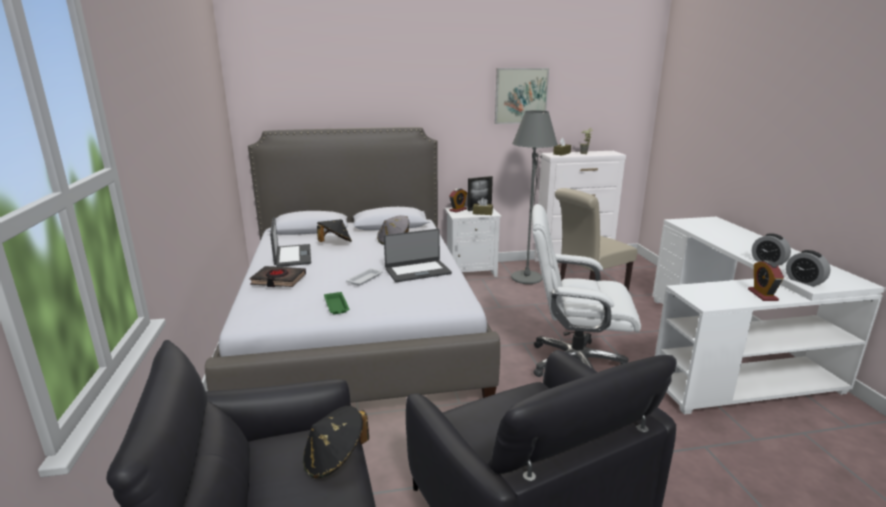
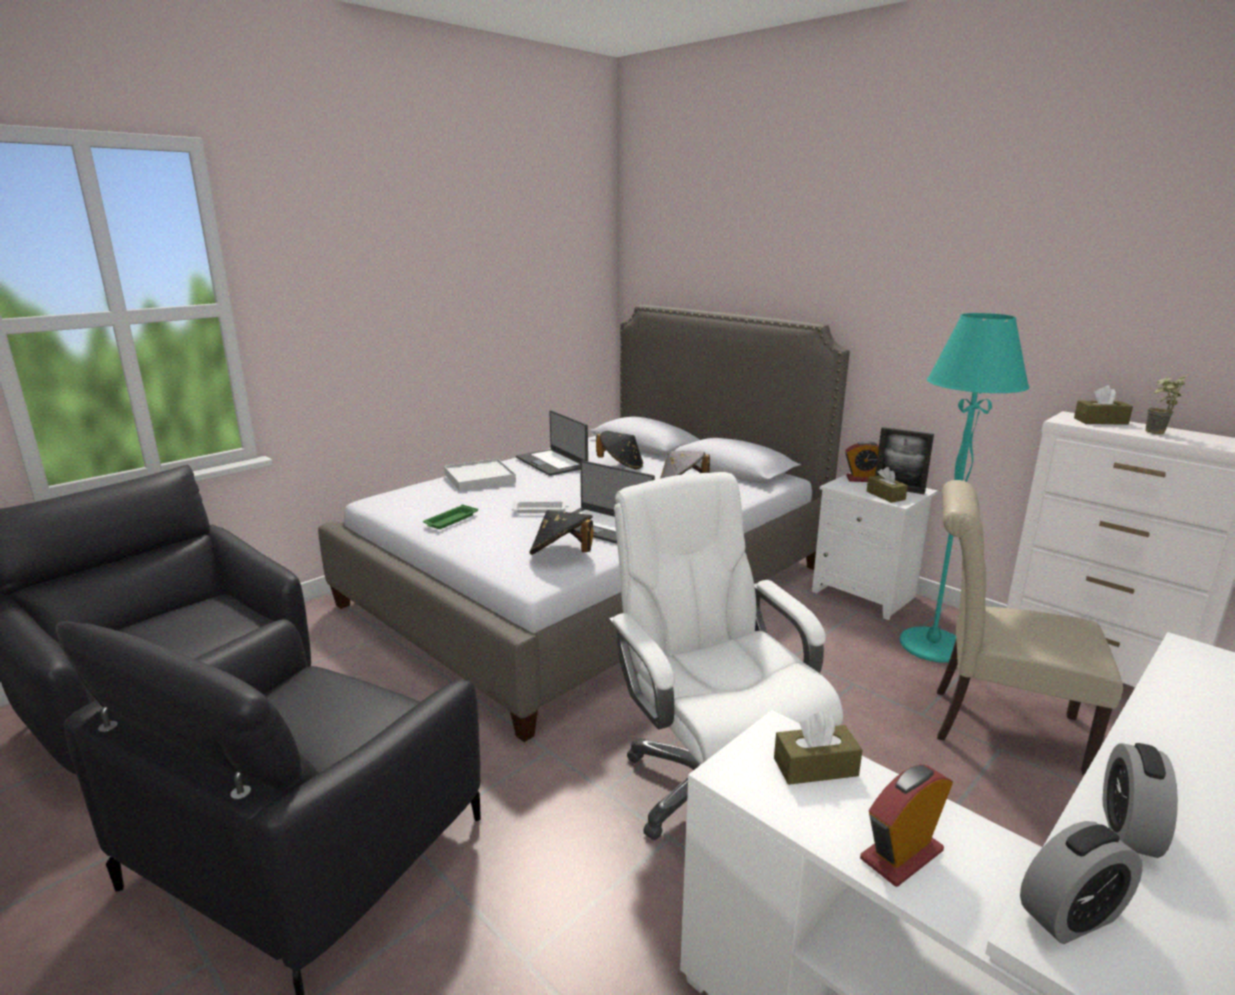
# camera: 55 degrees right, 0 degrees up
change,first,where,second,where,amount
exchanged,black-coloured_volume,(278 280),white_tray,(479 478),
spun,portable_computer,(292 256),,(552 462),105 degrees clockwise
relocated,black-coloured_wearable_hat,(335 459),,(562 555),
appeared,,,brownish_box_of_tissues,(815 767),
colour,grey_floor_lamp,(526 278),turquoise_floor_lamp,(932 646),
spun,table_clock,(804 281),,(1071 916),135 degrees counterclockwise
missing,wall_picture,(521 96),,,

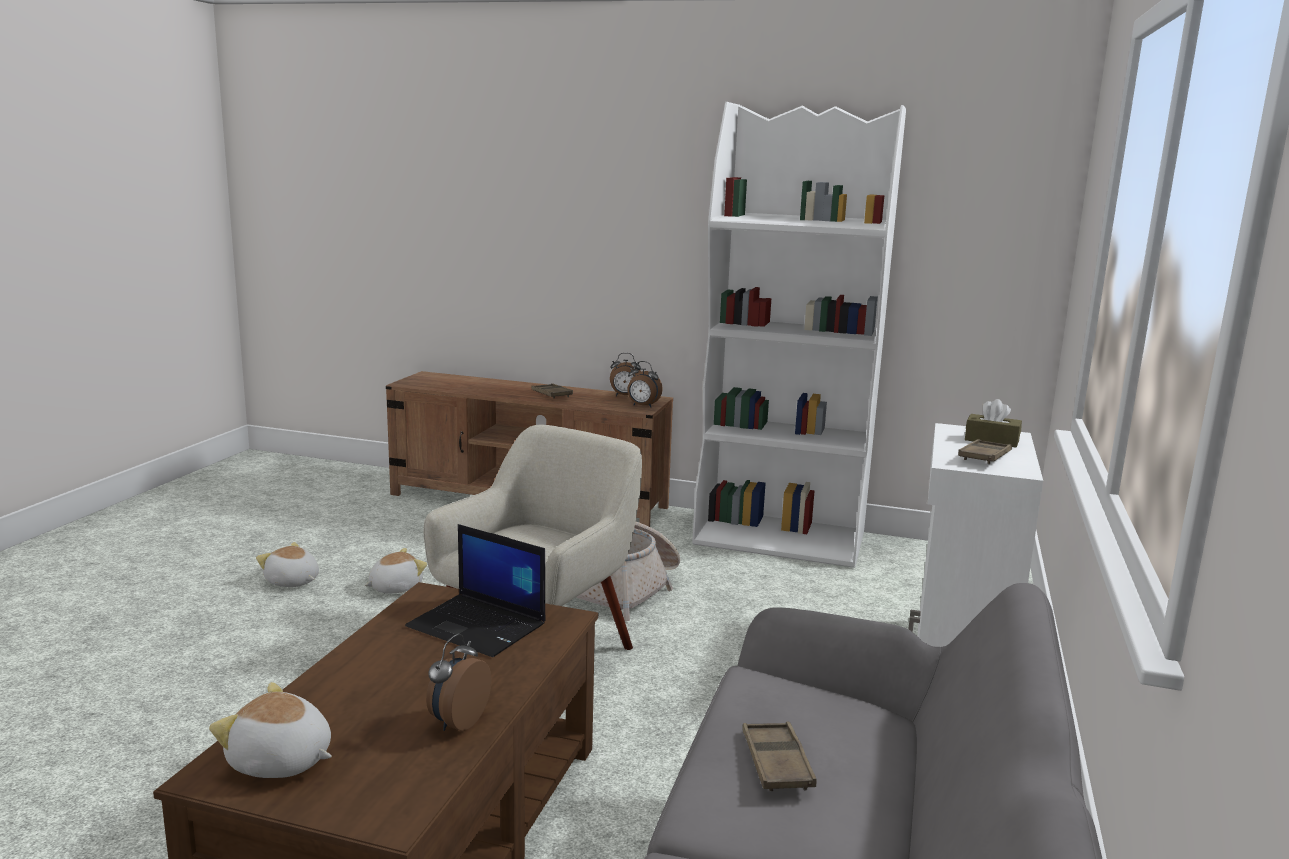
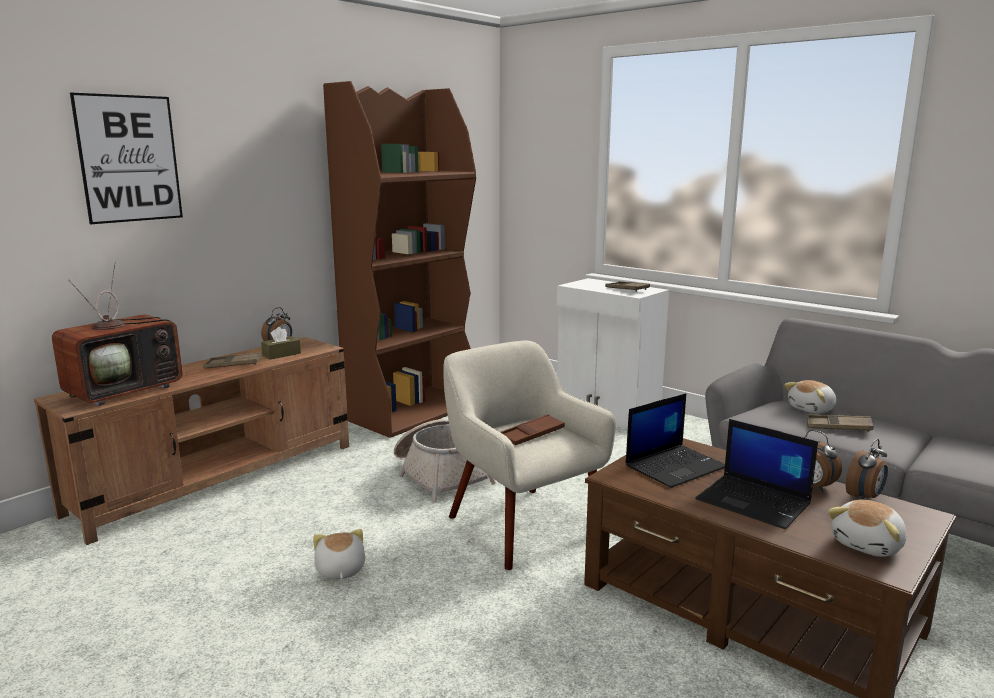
# camera: 65 degrees left, 0 degrees up
change,first,where,second,where,amount
appeared,,,TV,(126 390),
appeared,,,wall_picture,(129 159),
relocated,brownish_box_of_tissues,(991 440),,(281 354),
colour,white_shelving_unit,(781 539),brownish_shelving_unit,(412 411),
appeared,,,brownish_tray,(532 434),
appeared,,,portable_computer,(754 502),
relocated,cuddly_toy,(292 582),,(812 409),
relocated,table_clock,(642 406),,(864 497),

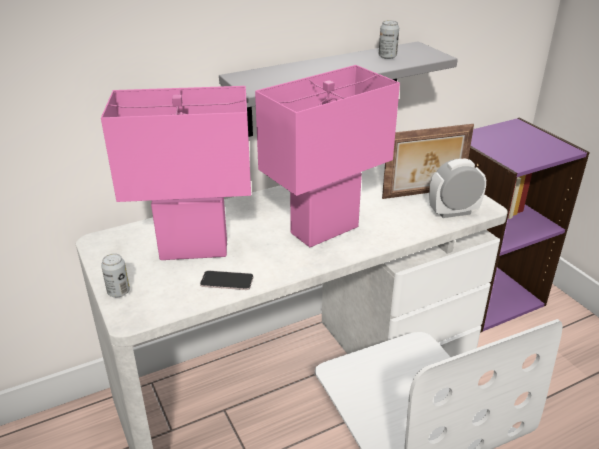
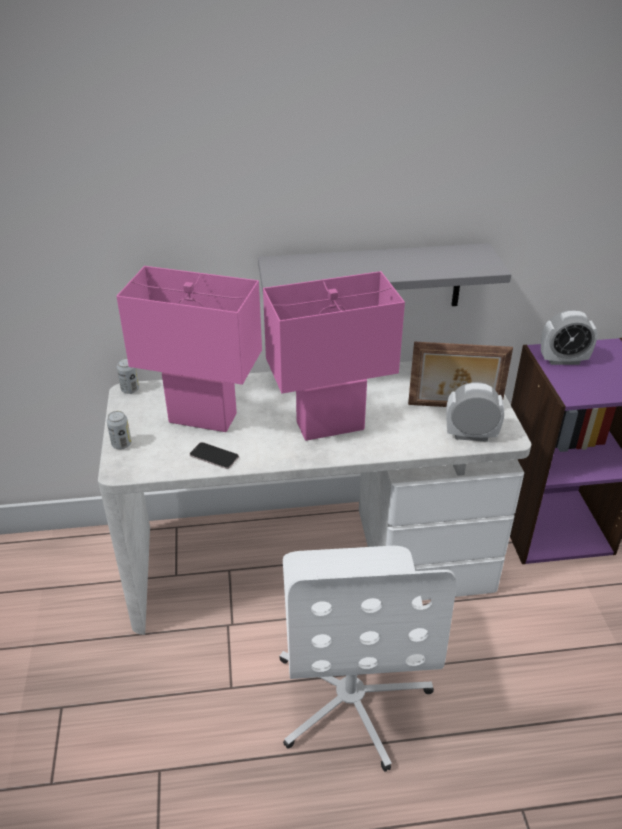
# camera: 20 degrees right, 5 degrees up
change,first,where,second,where,amount
relocated,metal_can,(387 56),,(130 389),
appeared,,,table_clock,(563 360),

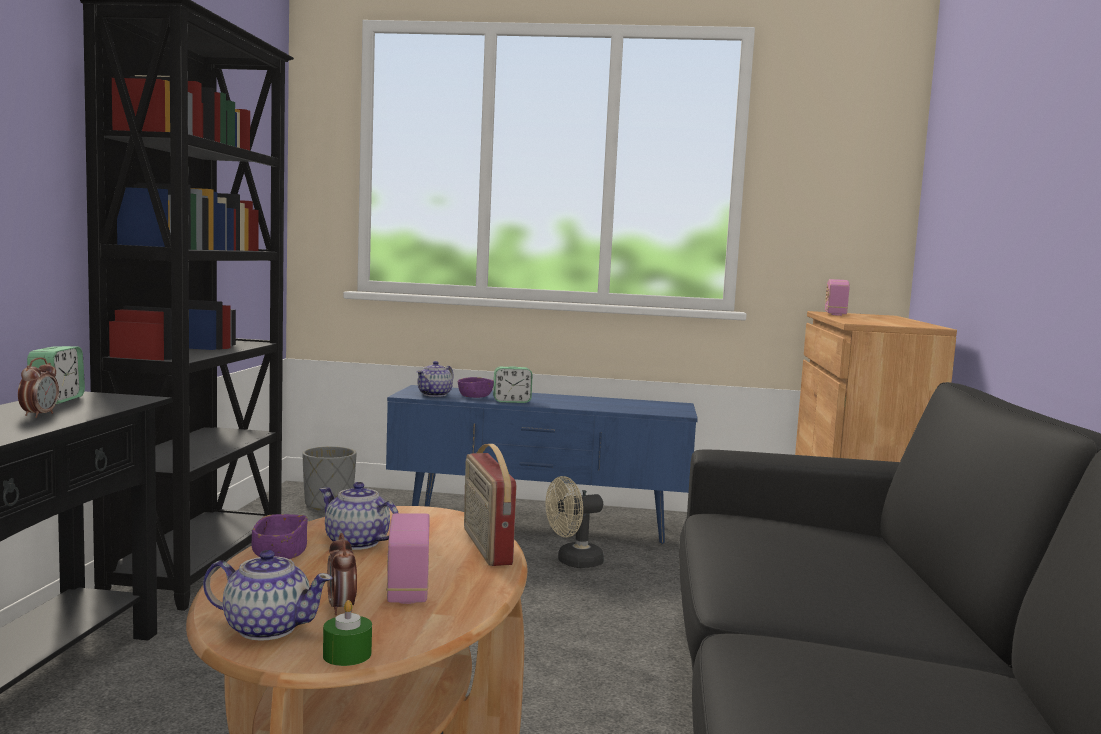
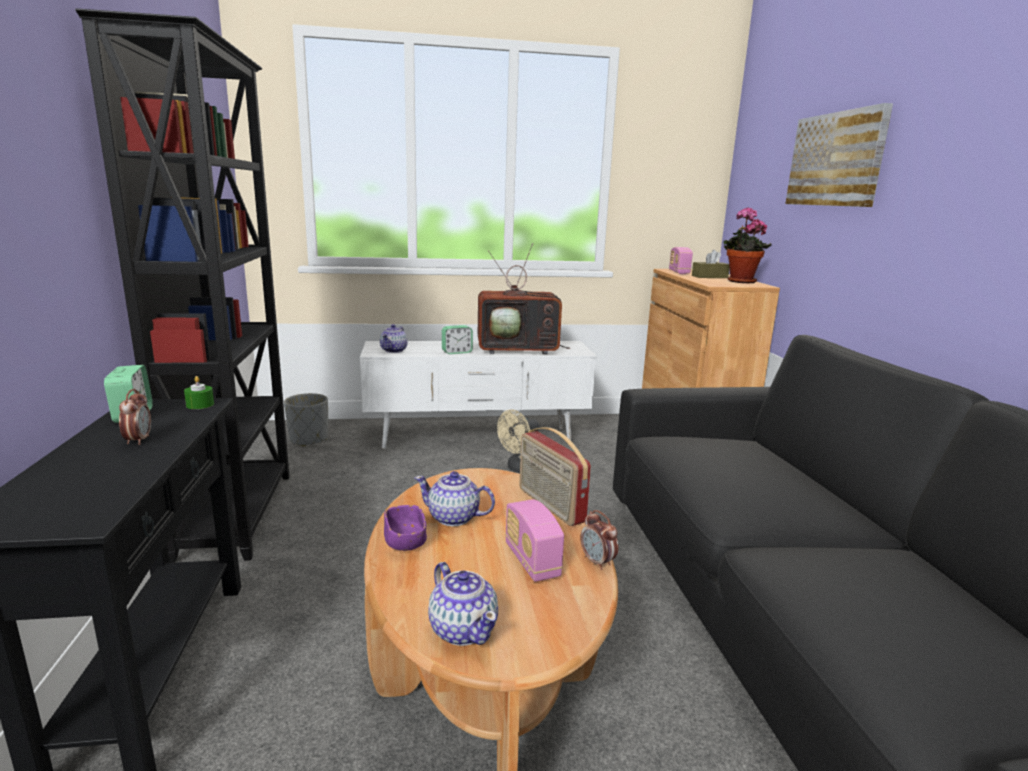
# camera: 15 degrees left, 10 degrees up
change,first,where,second,where,amount
relocated,green_wax_candle,(347 654),,(200 405),
colour,blue_tv_unit,(538 525),white_tv_unit,(477 438),
spun,teapot,(266 628),,(463 629),60 degrees clockwise
appeared,,,TV,(519 349),
relocated,table_clock,(341 608),,(597 562),
appeared,,,brownish_box_of_tissues,(709 277),
appeared,,,potted_plant,(739 282),
appeared,,,wall_picture,(836 160),
missing,purple-coloured_bowl,(475 397),,,

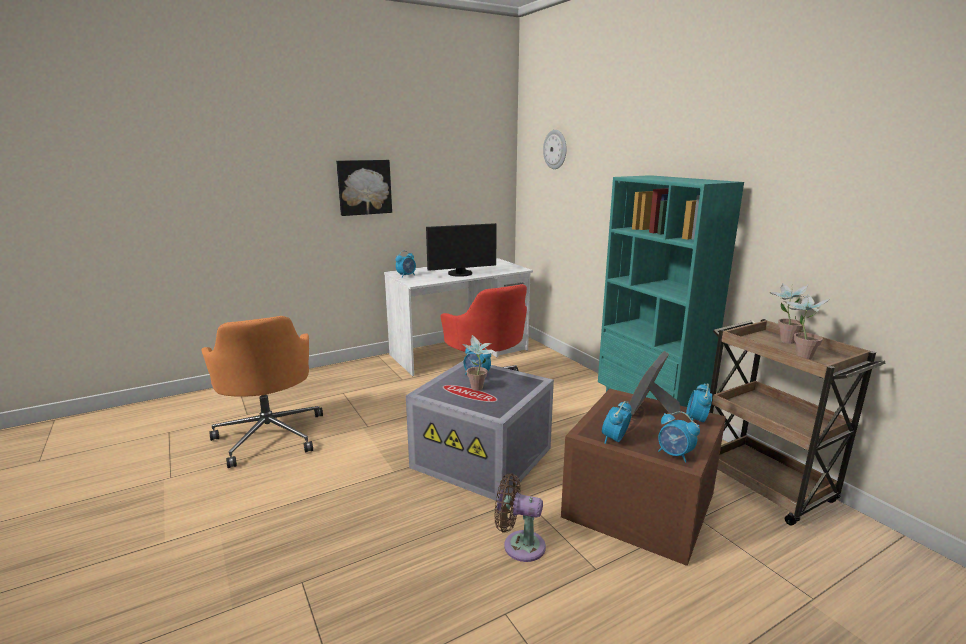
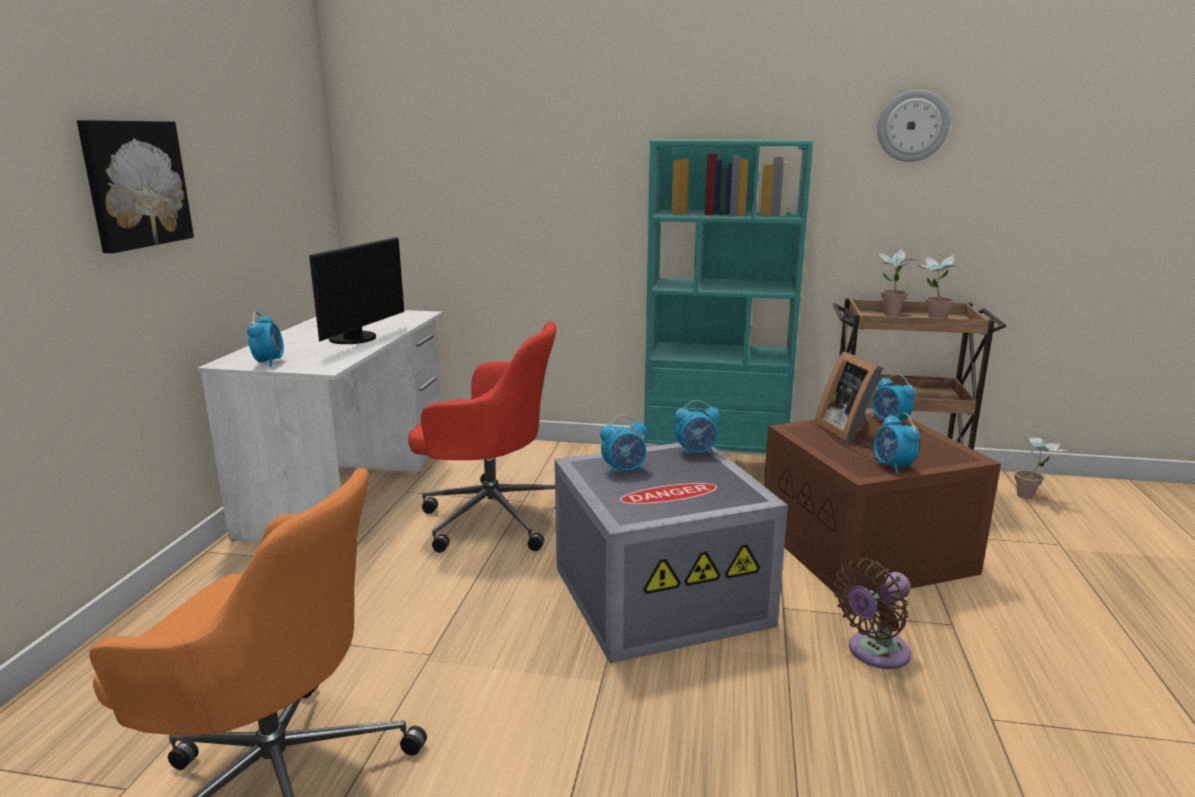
# camera: 50 degrees left, 0 degrees up
change,first,where,second,where,amount
relocated,table_clock,(675 455),,(696 453),
relocated,wall_clock,(555 149),,(912 126),
relocated,potted_plant,(478 390),,(1031 496),

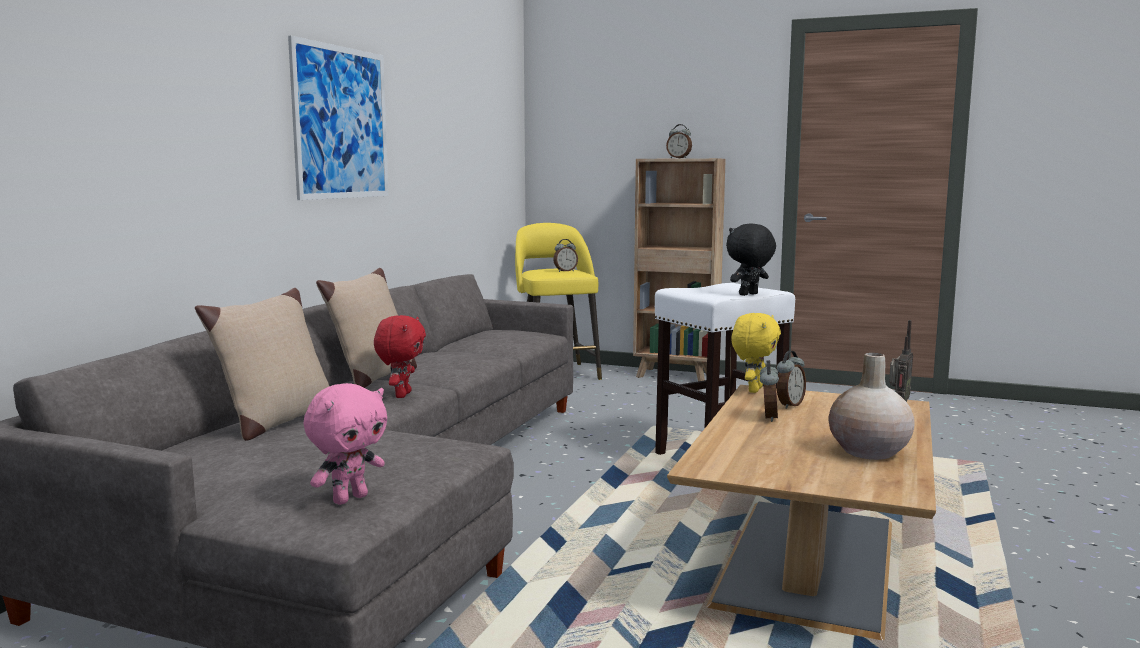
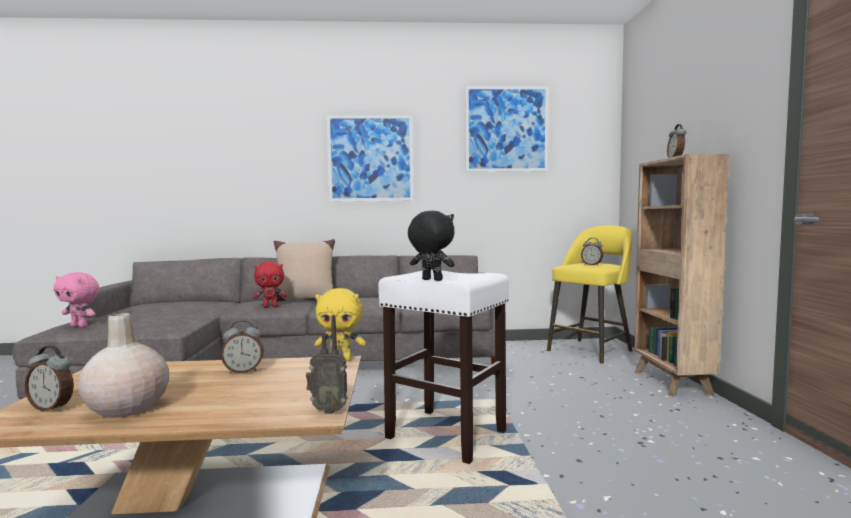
# camera: 65 degrees right, 5 degrees down
change,first,where,second,where,amount
relocated,table_clock,(789 405),,(52 408),
appeared,,,wall_picture,(506 129),
missing,beige-coloured_pillow,(277 423),,,

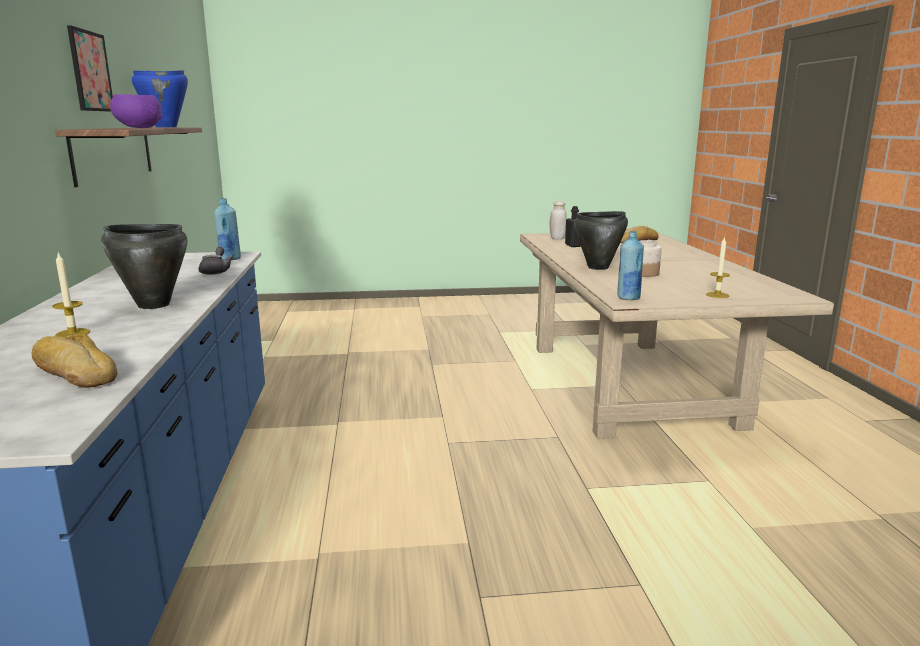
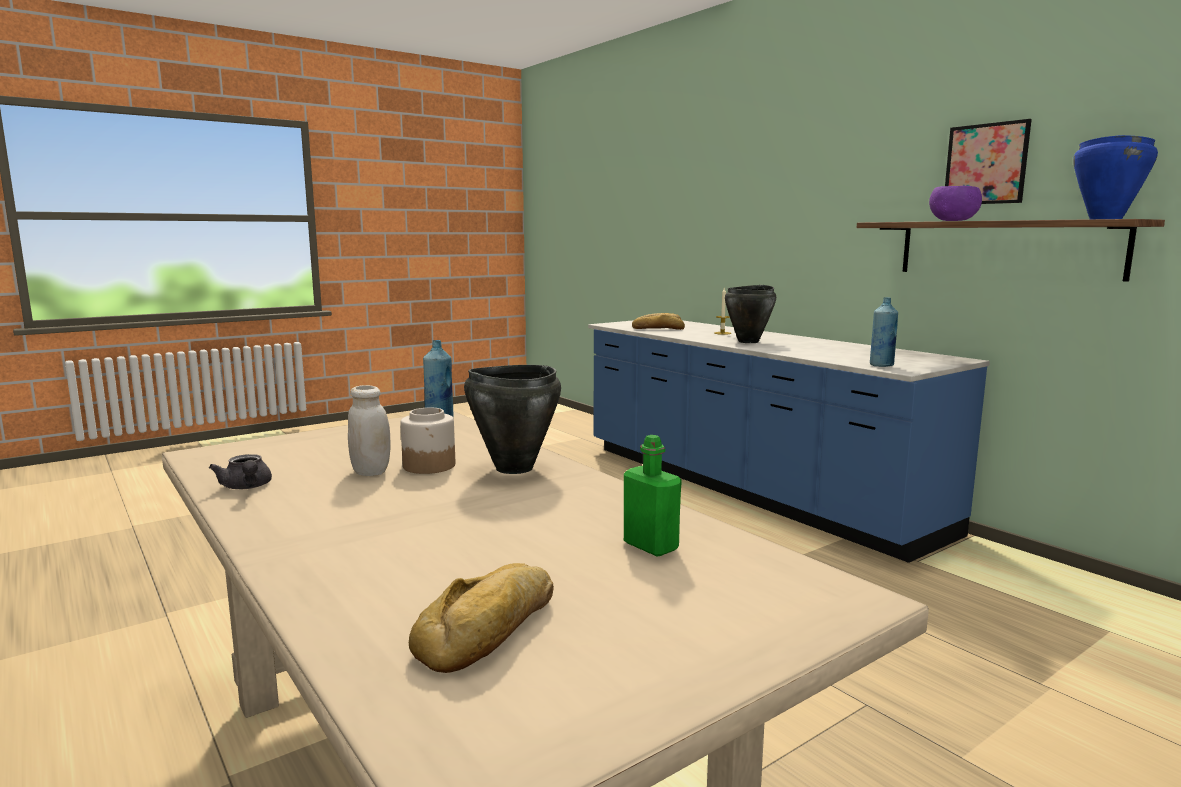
# camera: 150 degrees right, 5 degrees down
change,first,where,second,where,amount
relocated,grey_teapot,(216 271),,(246 487),
relocated,white_storage_jar,(557 238),,(371 472),
colour,black-coloured_bottle,(573 245),green_bottle,(651 546),
missing,wax_candle,(717 295),,,

